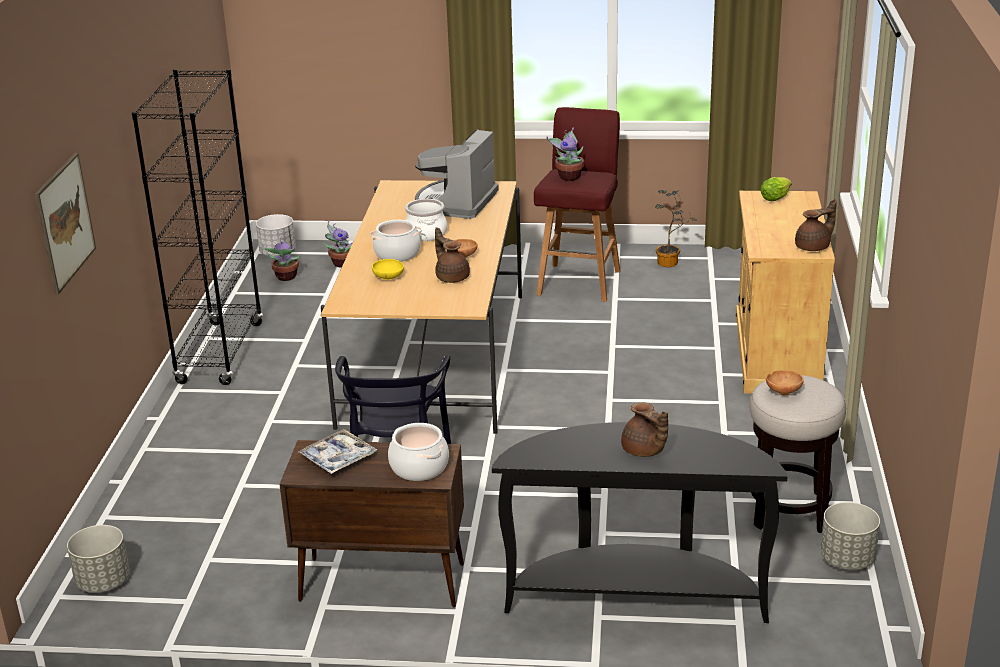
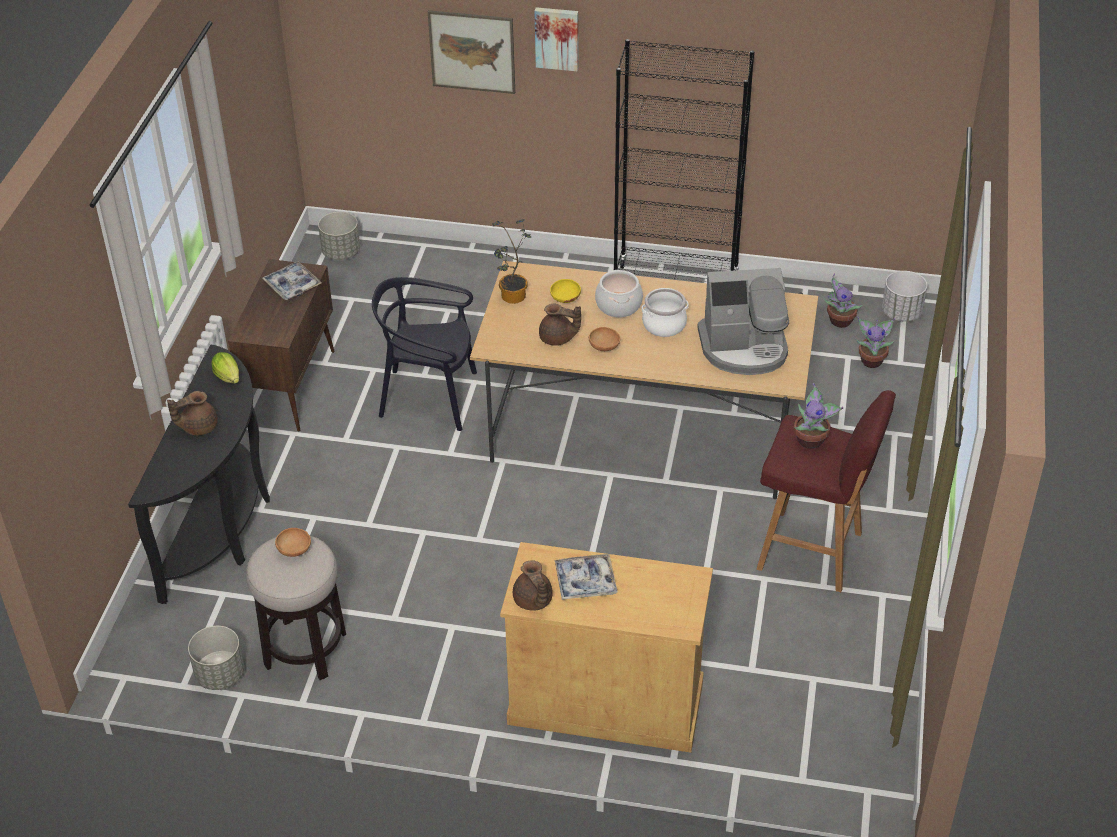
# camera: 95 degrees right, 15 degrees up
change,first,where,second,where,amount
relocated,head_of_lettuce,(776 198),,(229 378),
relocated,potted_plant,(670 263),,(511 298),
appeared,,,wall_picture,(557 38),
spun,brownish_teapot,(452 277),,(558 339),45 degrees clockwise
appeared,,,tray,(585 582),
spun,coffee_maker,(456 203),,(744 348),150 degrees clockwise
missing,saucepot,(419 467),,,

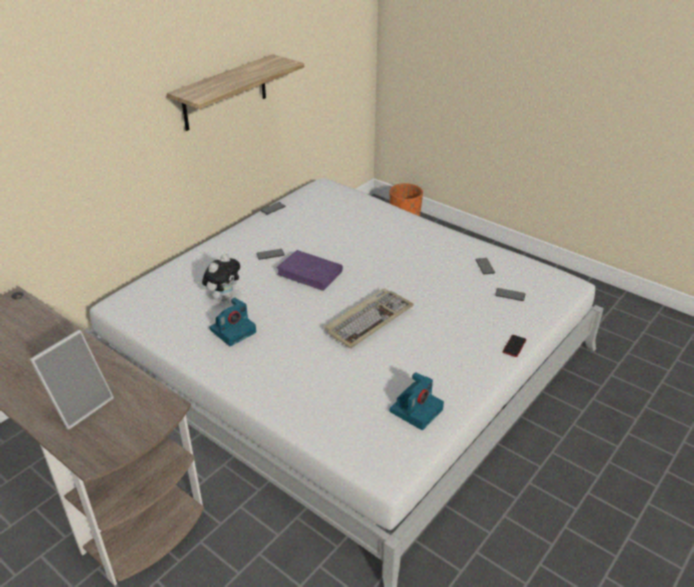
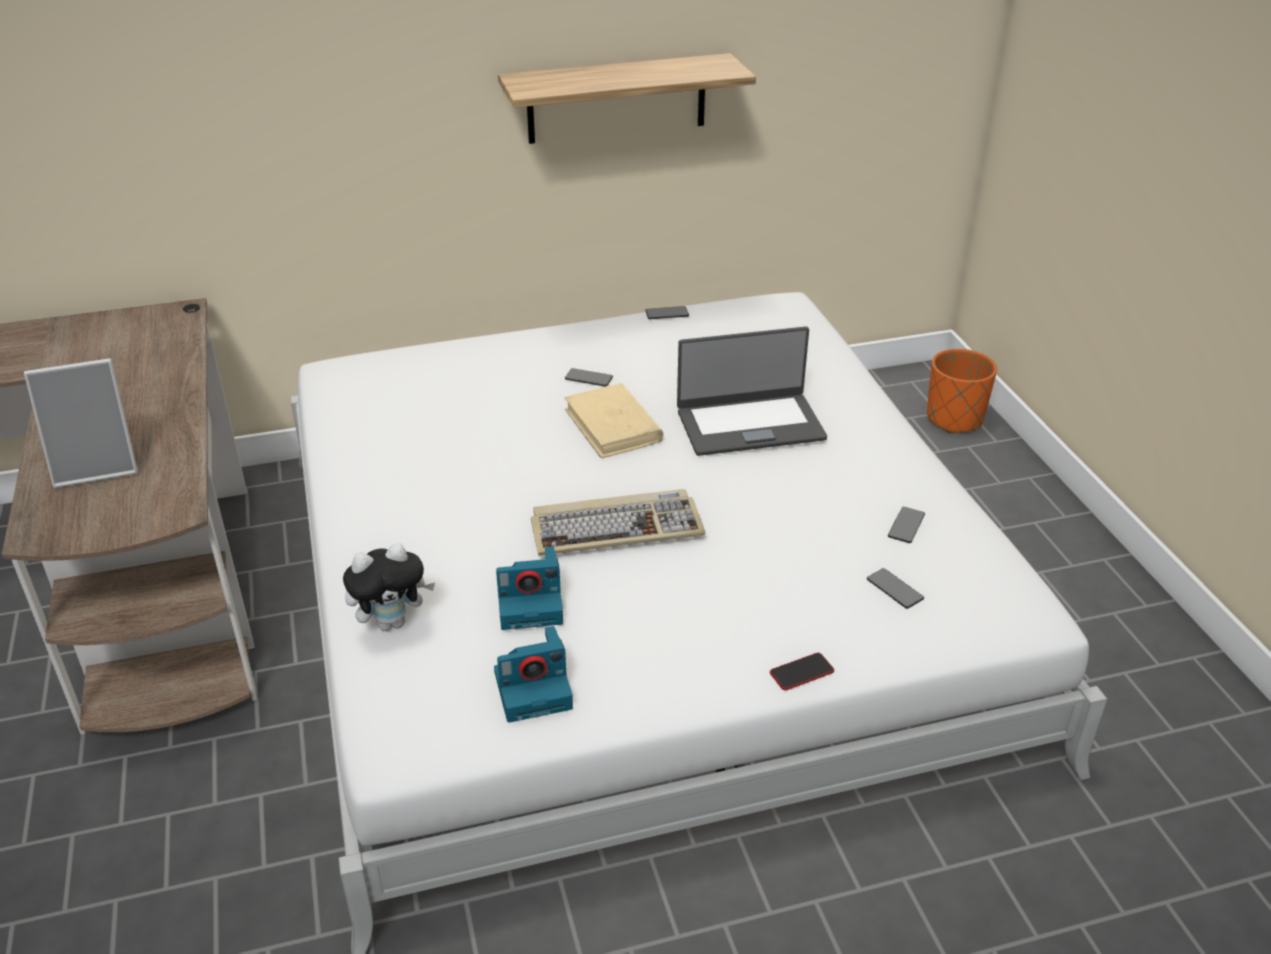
# camera: 35 degrees right, 0 degrees up
change,first,where,second,where,amount
relocated,cuddly_toy,(224 297),,(392 622),
relocated,still_camera,(233 330),,(532 603),
colour,purple-coloured_volume,(310 273),beige-coloured_volume,(613 426),
appeared,,,portable_computer,(749 424),

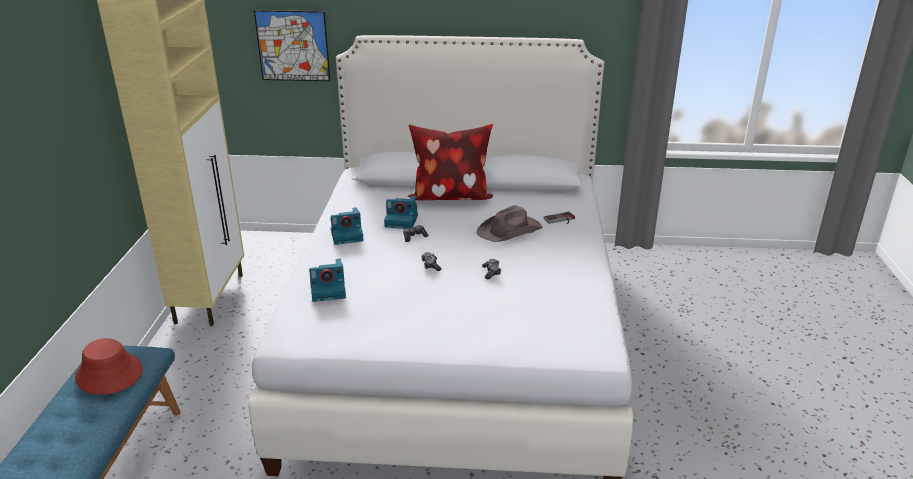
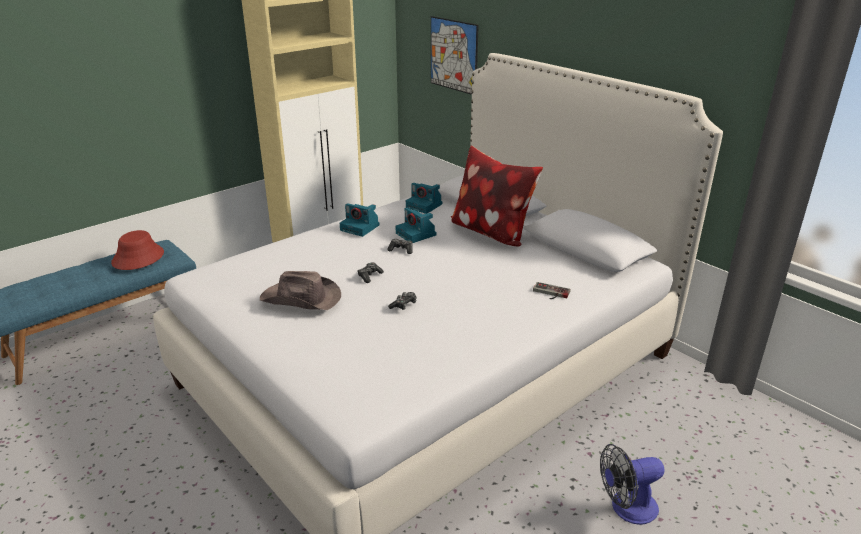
# camera: 45 degrees right, 0 degrees up
change,first,where,second,where,amount
relocated,brownish_wearable_hat,(510 231),,(302 299),
relocated,still_camera,(329 290),,(425 206),
appeared,,,fan,(626 508),

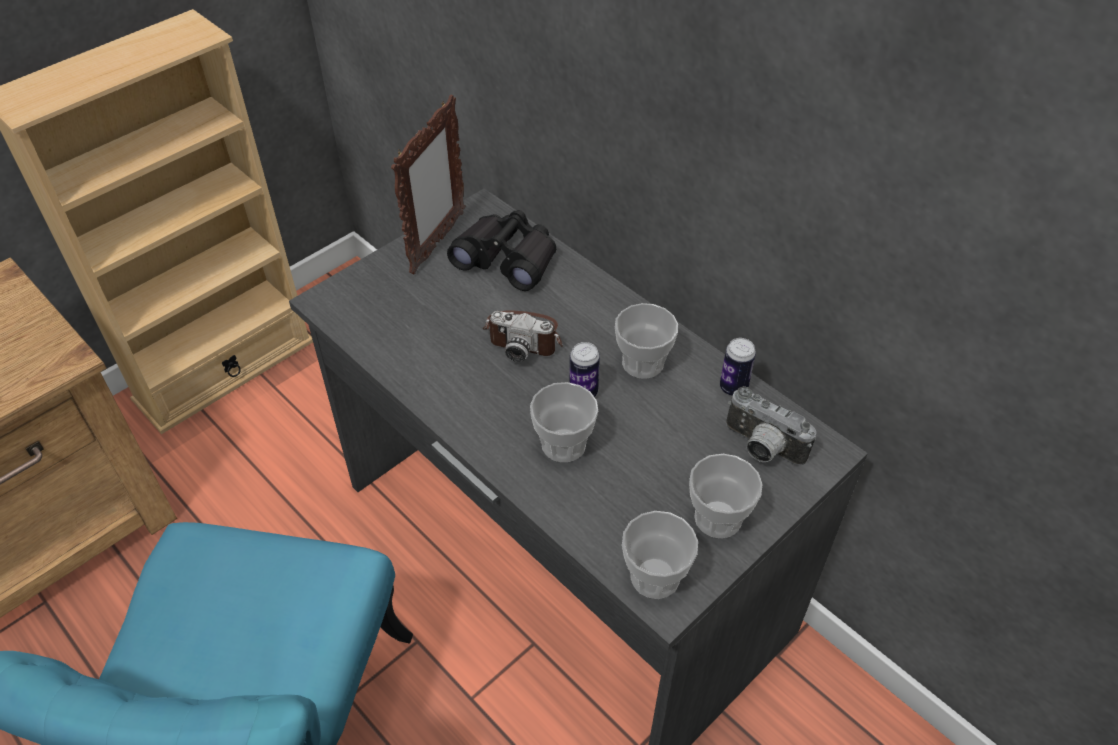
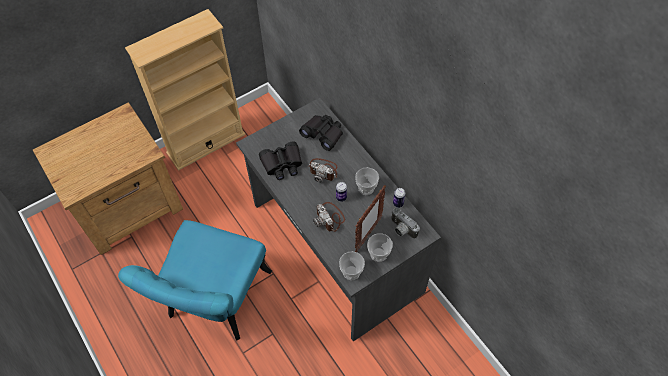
# camera: 10 degrees right, 10 degrees up
change,first,where,second,where,amount
appeared,,,black-coloured_pair_of_binoculars,(282 164),
exchanged,cup,(563 444),still_camera,(329 218),
relocated,picture_frame,(437 243),,(368 235),

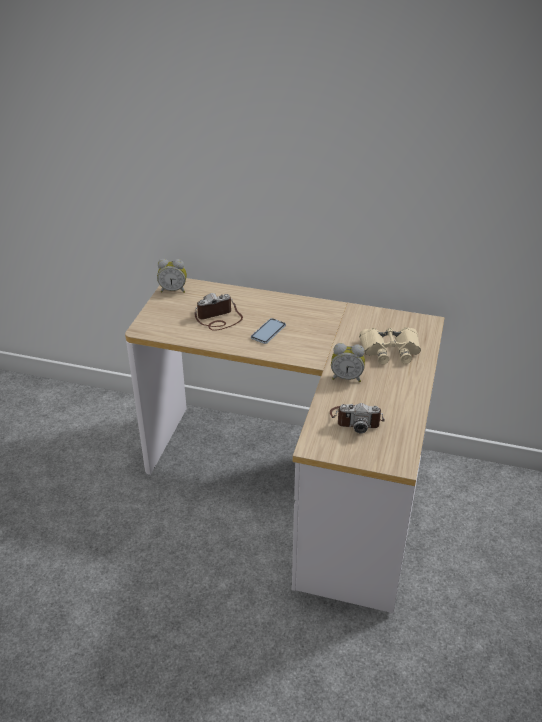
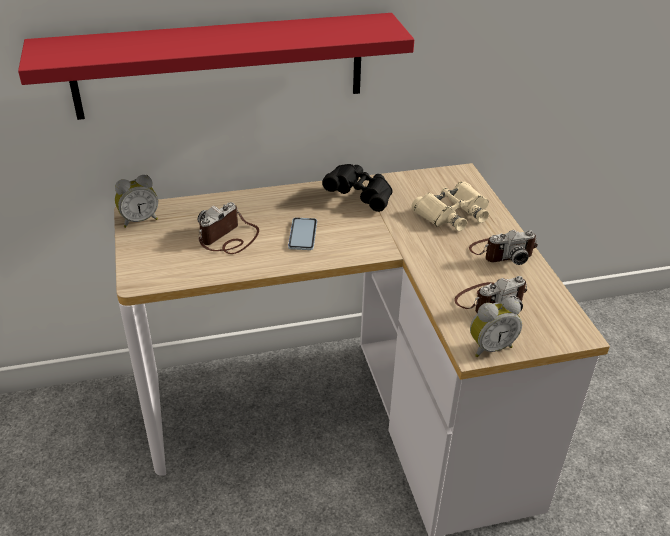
# camera: 30 degrees left, 0 degrees up
change,first,where,second,where,amount
appeared,,,red_shelf,(220 66),
appeared,,,black-coloured_pair_of_binoculars,(360 196),
appeared,,,still_camera,(502 252),
relocated,table_clock,(346 377),,(489 347),

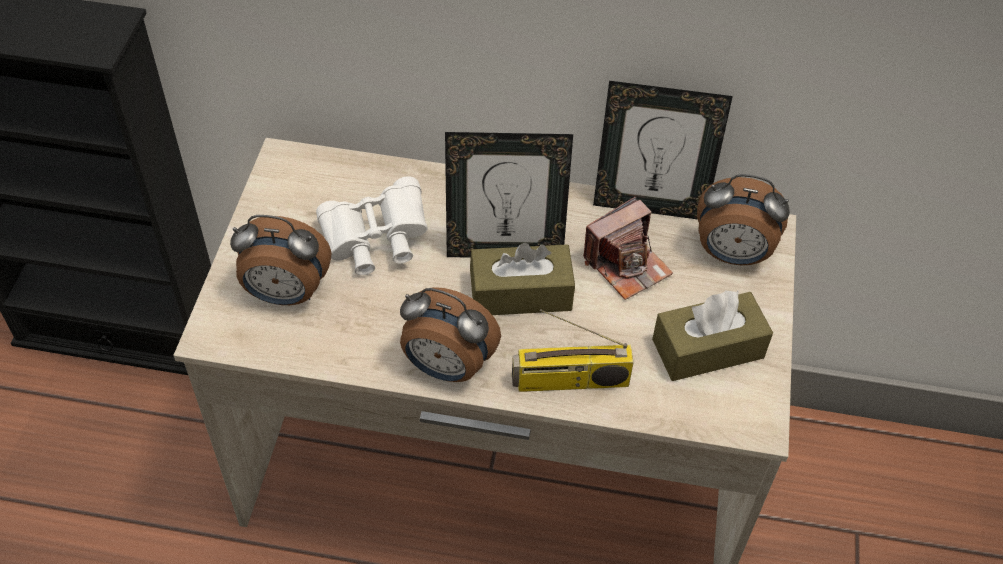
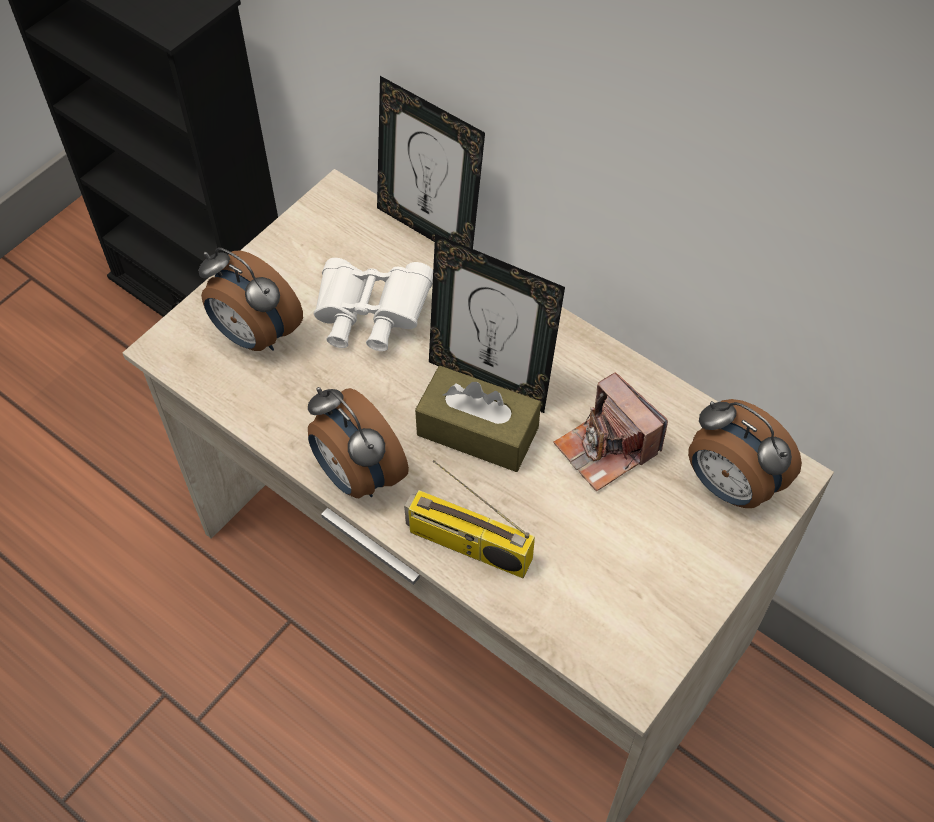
# camera: 30 degrees right, 5 degrees up
change,first,where,second,where,amount
relocated,picture_frame,(649 205),,(429 229),
spun,still_camera,(627 265),,(606 448),60 degrees clockwise
missing,brownish_box_of_tissues,(708 348),,,

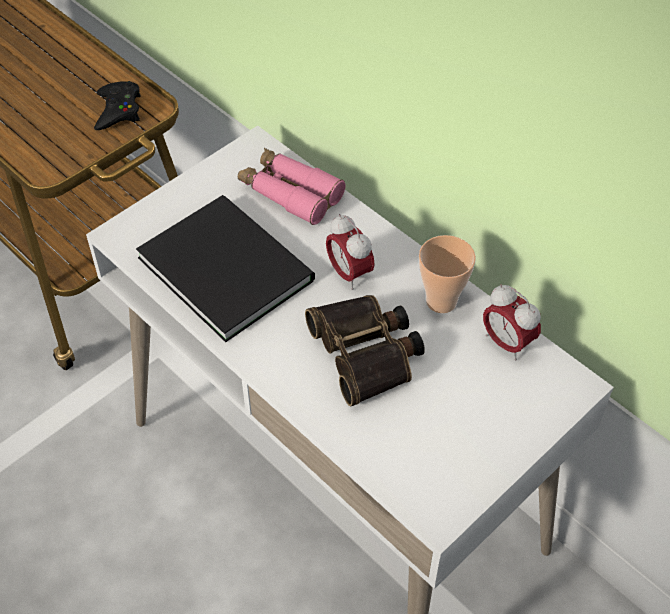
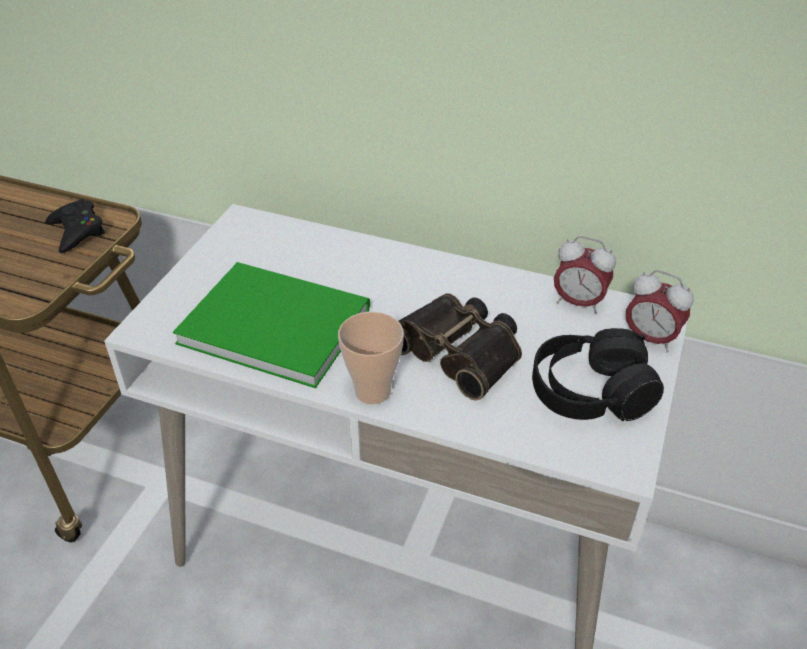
# camera: 25 degrees left, 10 degrees down
change,first,where,second,where,amount
colour,black-coloured_volume,(225 264),green_volume,(272 322),
relocated,cup,(441 301),,(372 391),
appeared,,,black-coloured_pair_of_headphones,(590 392),
relocated,table_clock,(349 273),,(650 339),
missing,pink-coloured_pair_of_binoculars,(290 193),,,

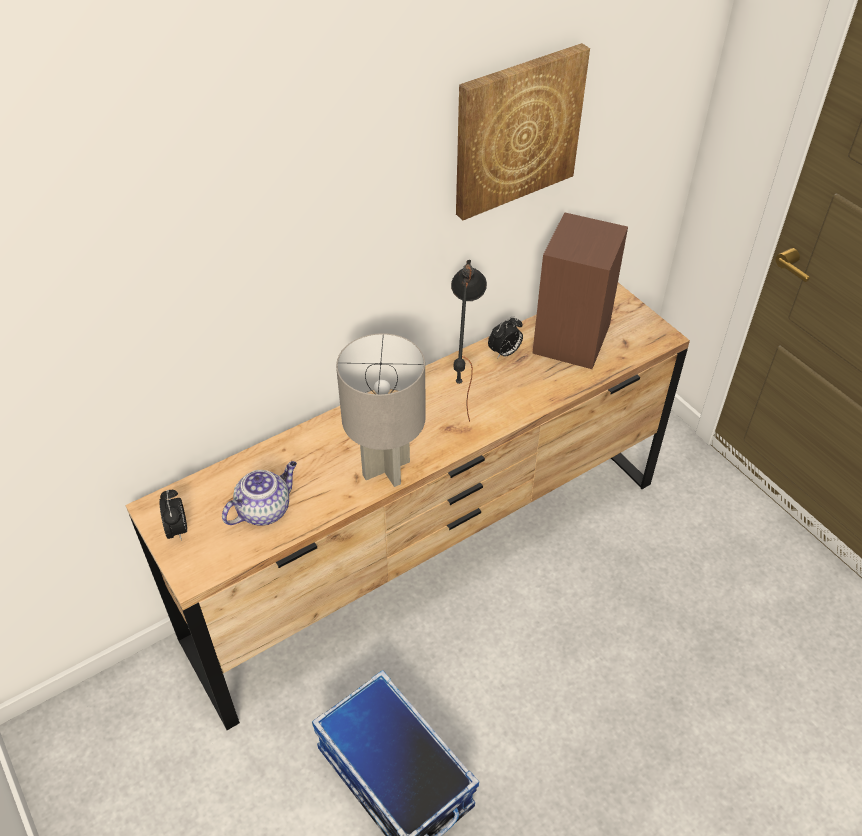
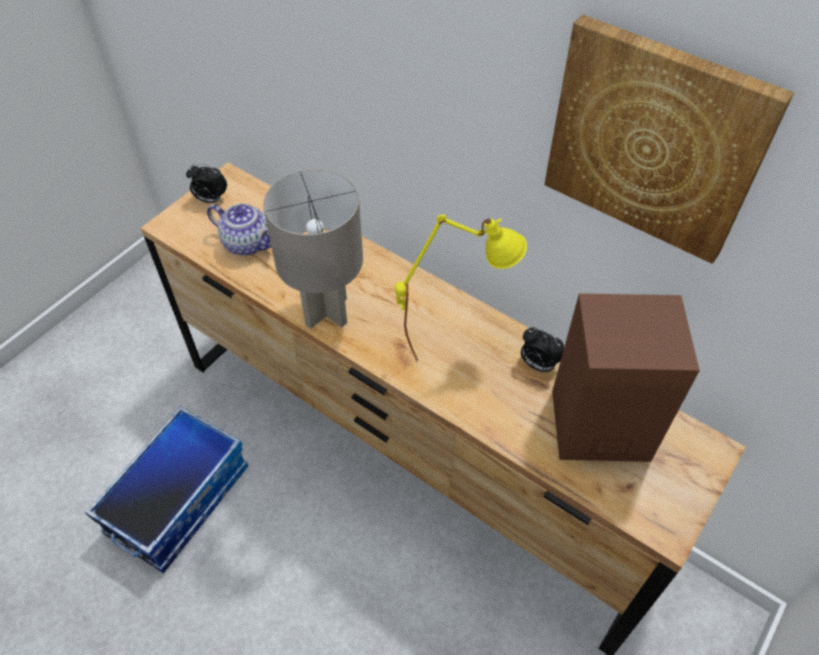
# camera: 70 degrees right, 5 degrees up
change,first,where,second,where,amount
spun,table_clock,(178 530),,(211 200),45 degrees clockwise
colour,black-coloured_lamp_for_a_table,(461 394),yellow_lamp_for_a_table,(453 342),

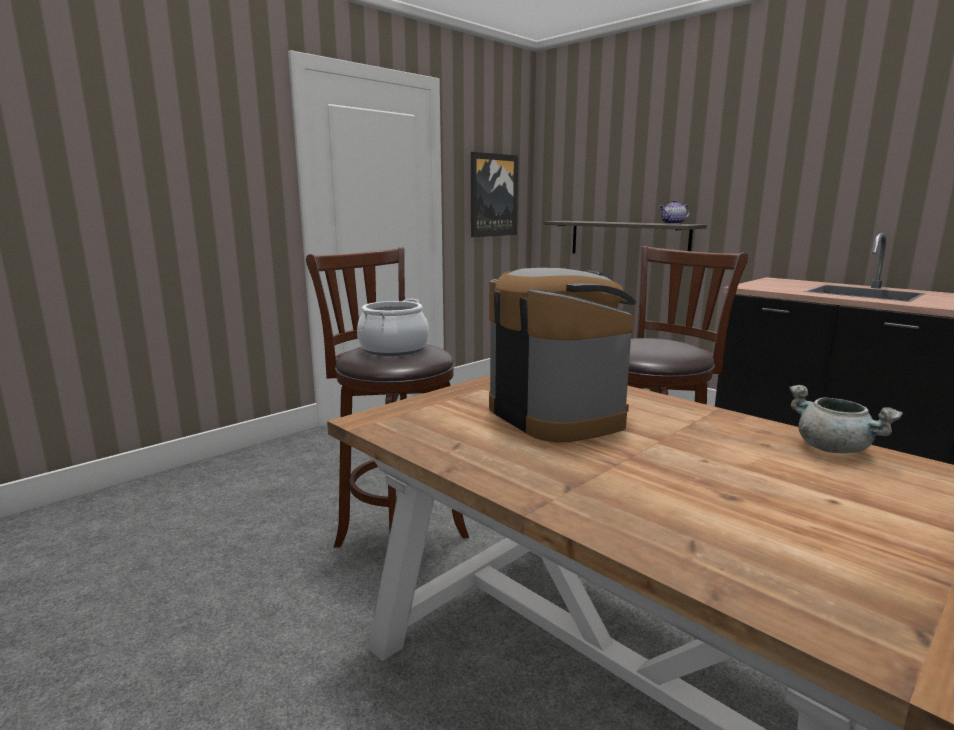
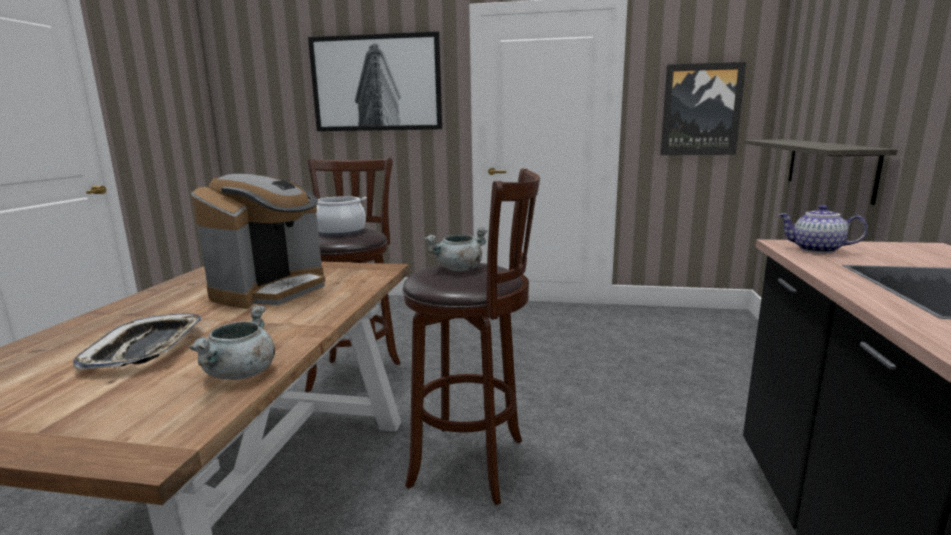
# camera: 55 degrees right, 0 degrees up
change,first,where,second,where,amount
appeared,,,tray,(146 349),
appeared,,,wall_picture,(376 83),
appeared,,,grey_saucepot,(458 269),
relocated,teapot,(673 224),,(816 250),

